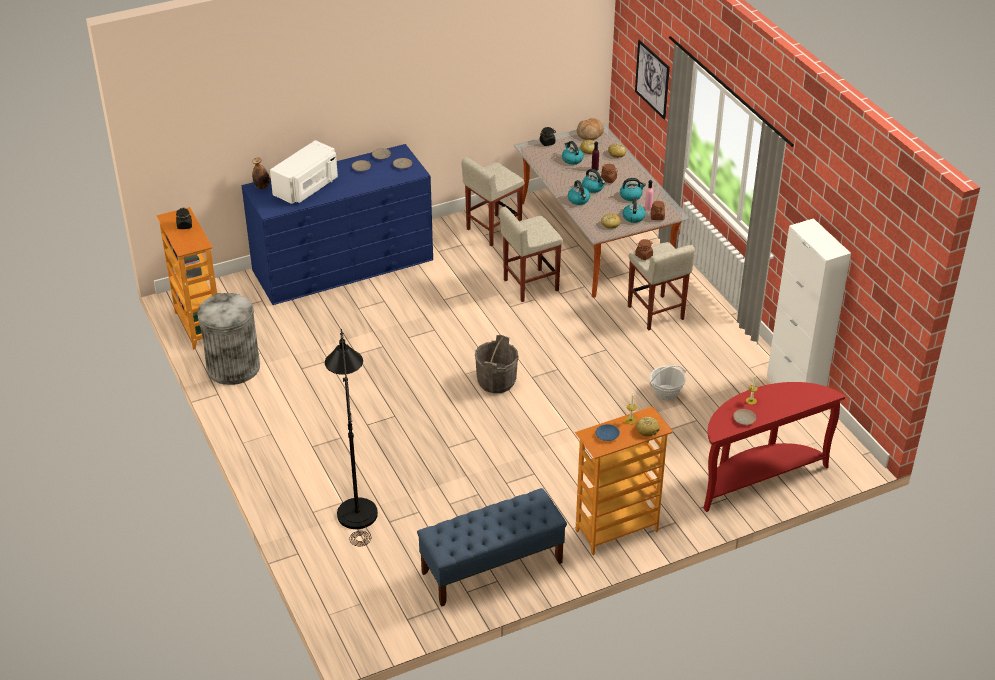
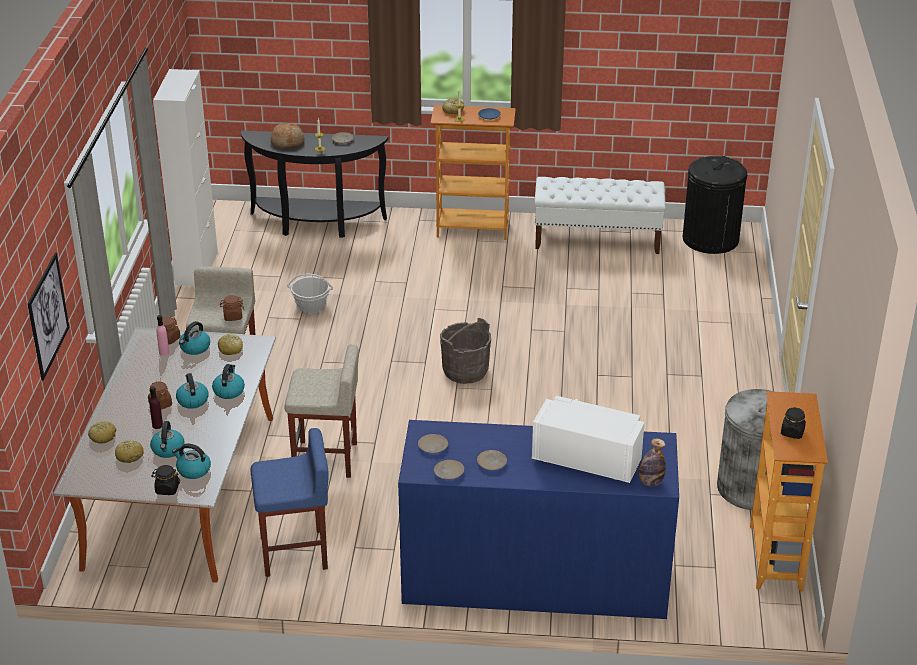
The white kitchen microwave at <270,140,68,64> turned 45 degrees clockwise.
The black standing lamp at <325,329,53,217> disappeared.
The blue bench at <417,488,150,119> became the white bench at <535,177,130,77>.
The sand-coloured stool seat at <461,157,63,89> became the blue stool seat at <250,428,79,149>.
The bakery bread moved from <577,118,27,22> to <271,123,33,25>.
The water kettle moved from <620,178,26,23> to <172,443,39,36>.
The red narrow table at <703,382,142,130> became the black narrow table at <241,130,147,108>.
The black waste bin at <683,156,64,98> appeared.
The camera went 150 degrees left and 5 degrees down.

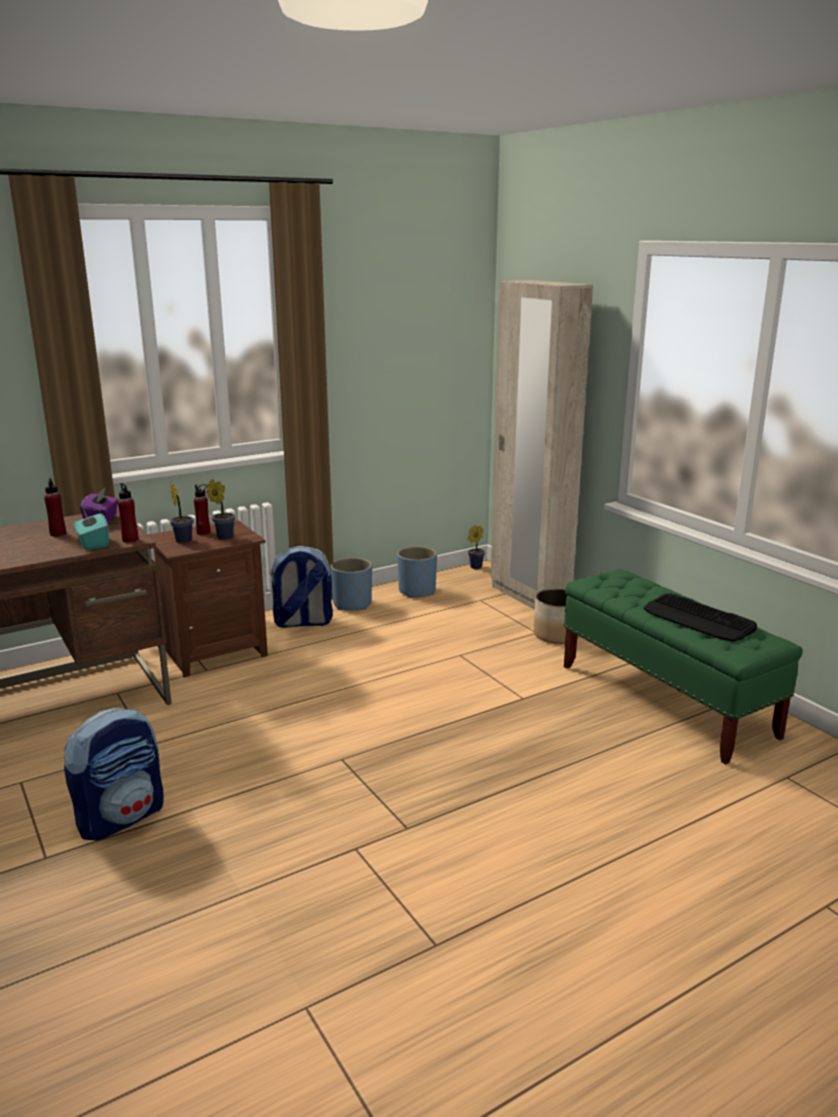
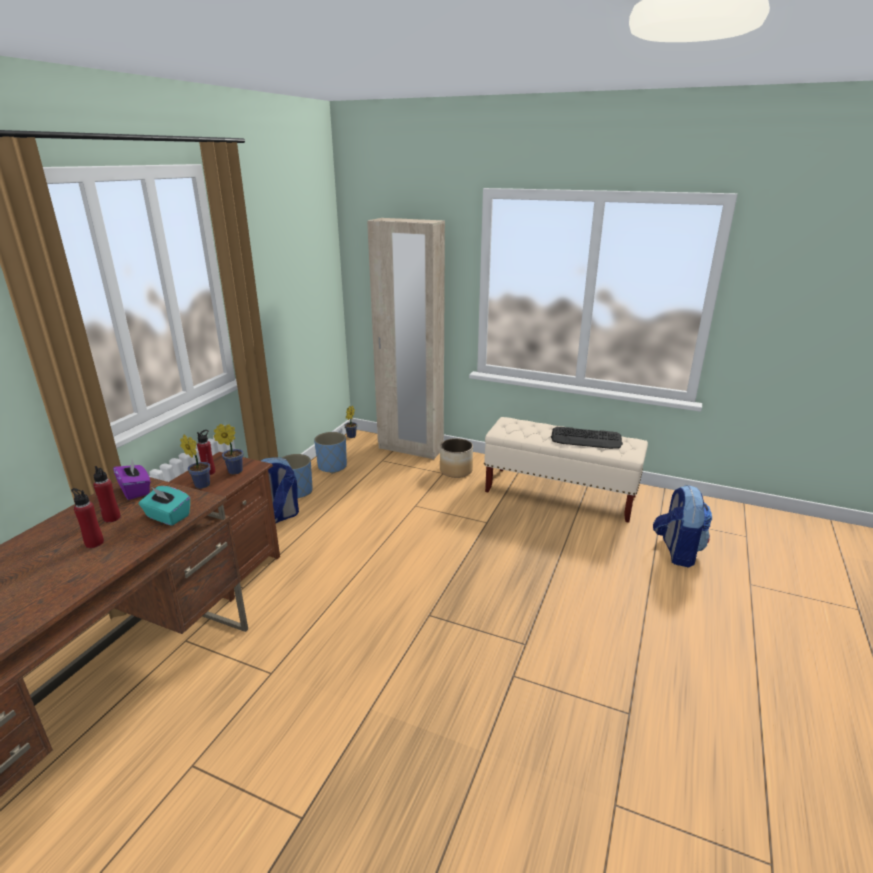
The backpack moved from <64,707,100,134> to <653,485,59,82>.
The red beverage bottle moved from <118,483,21,60> to <71,488,33,60>.
The green-coloured bench at <564,569,239,196> became the sand-coloured bench at <484,417,164,106>.
The camera went 35 degrees left and 5 degrees up.

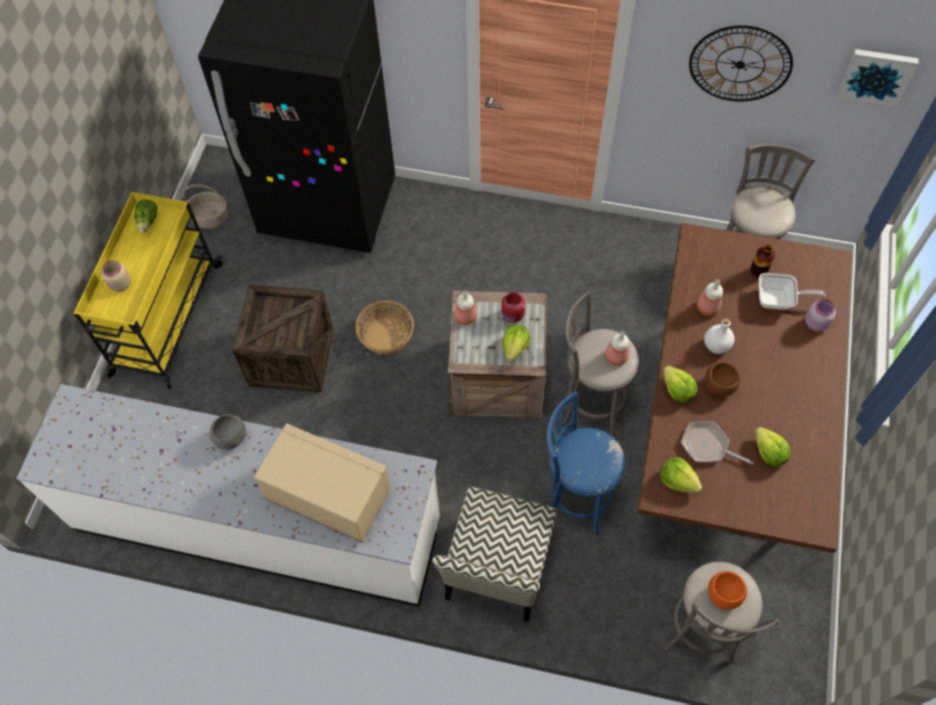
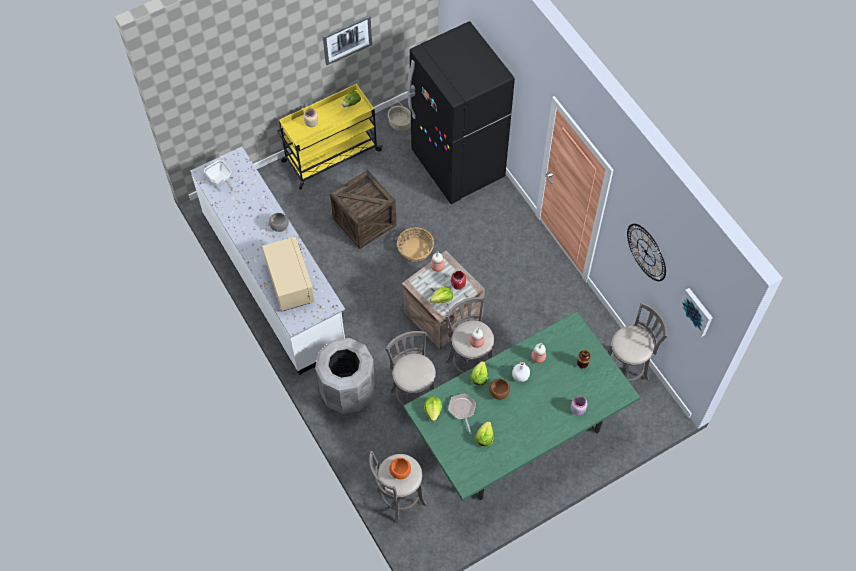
The upright chair at <432,486,125,136> was replaced by the grey waste bin at <315,338,60,76>.
The blue stool seat at <546,391,79,145> became the grey stool seat at <385,331,51,89>.
The brown-coloured kitchen table at <637,223,215,330> became the green-coloured kitchen table at <403,311,237,190>.
The skillet moved from <759,273,67,37> to <204,160,29,31>.
The picture at <323,15,49,50> appeared.
The camera went 45 degrees right and 0 degrees up.

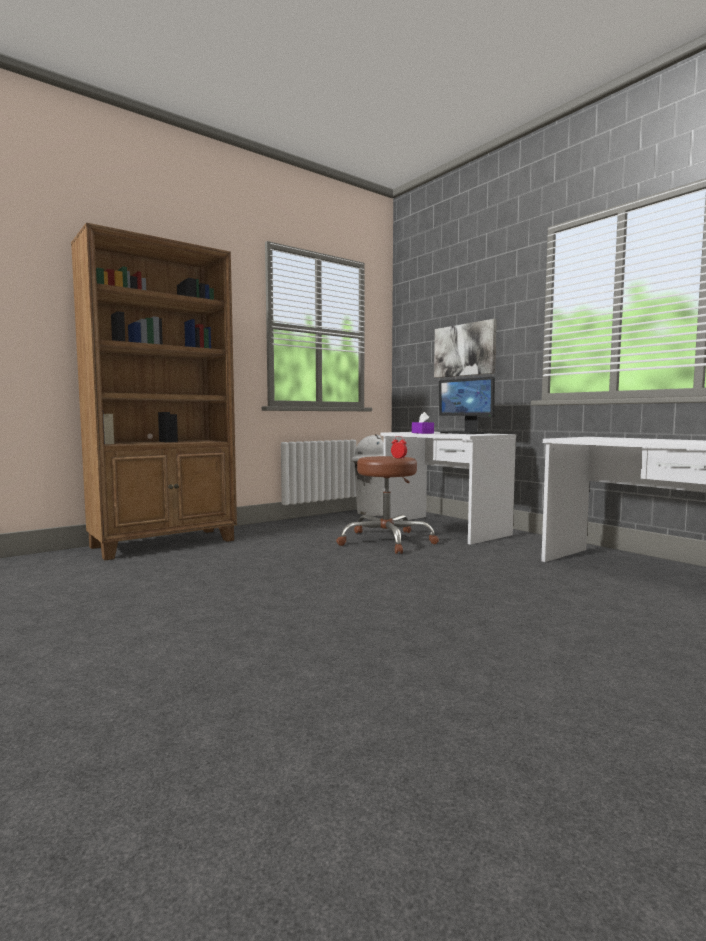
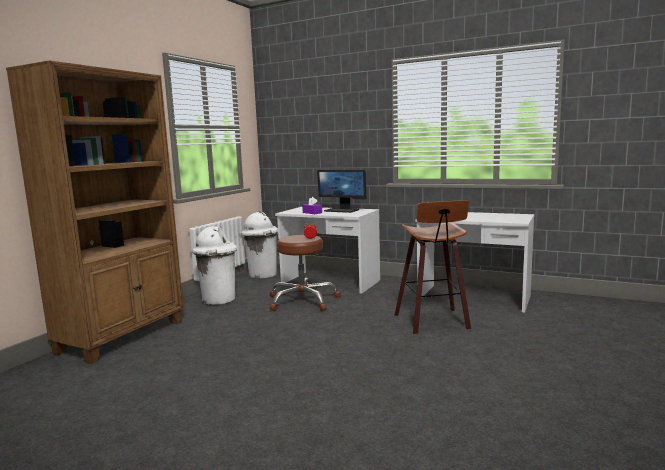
The picture at <434,319,63,59> disappeared.
The white waste bin at <192,225,45,80> appeared.
The stool seat at <395,200,76,134> appeared.
The camera went 25 degrees left and 5 degrees up.

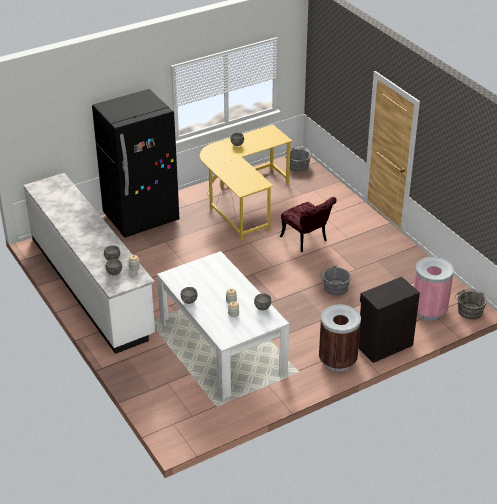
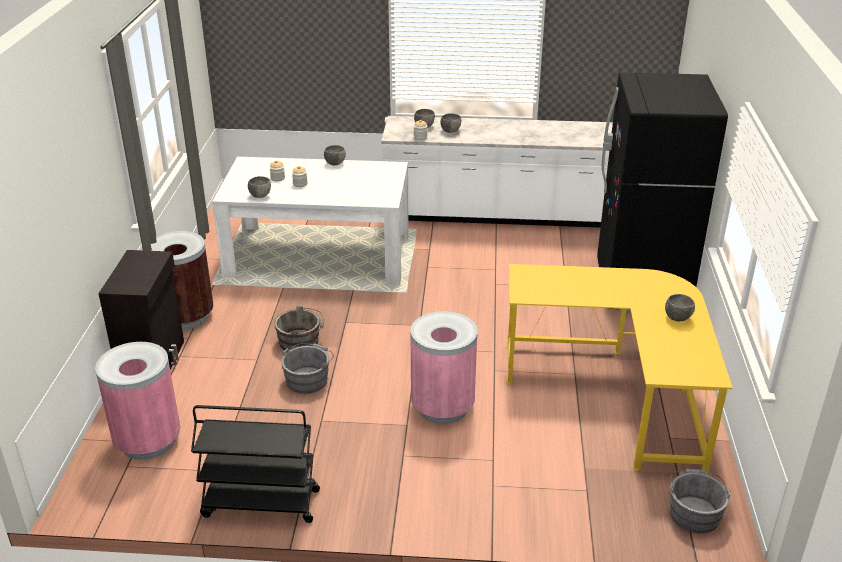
The red upright chair at <280,197,57,55> was replaced by the pinkish waste bin at <410,311,68,113>.
The grey bucket moved from <455,289,32,30> to <274,306,50,44>.
The black trolley at <191,405,129,118> appeared.
The camera went 125 degrees right and 5 degrees down.

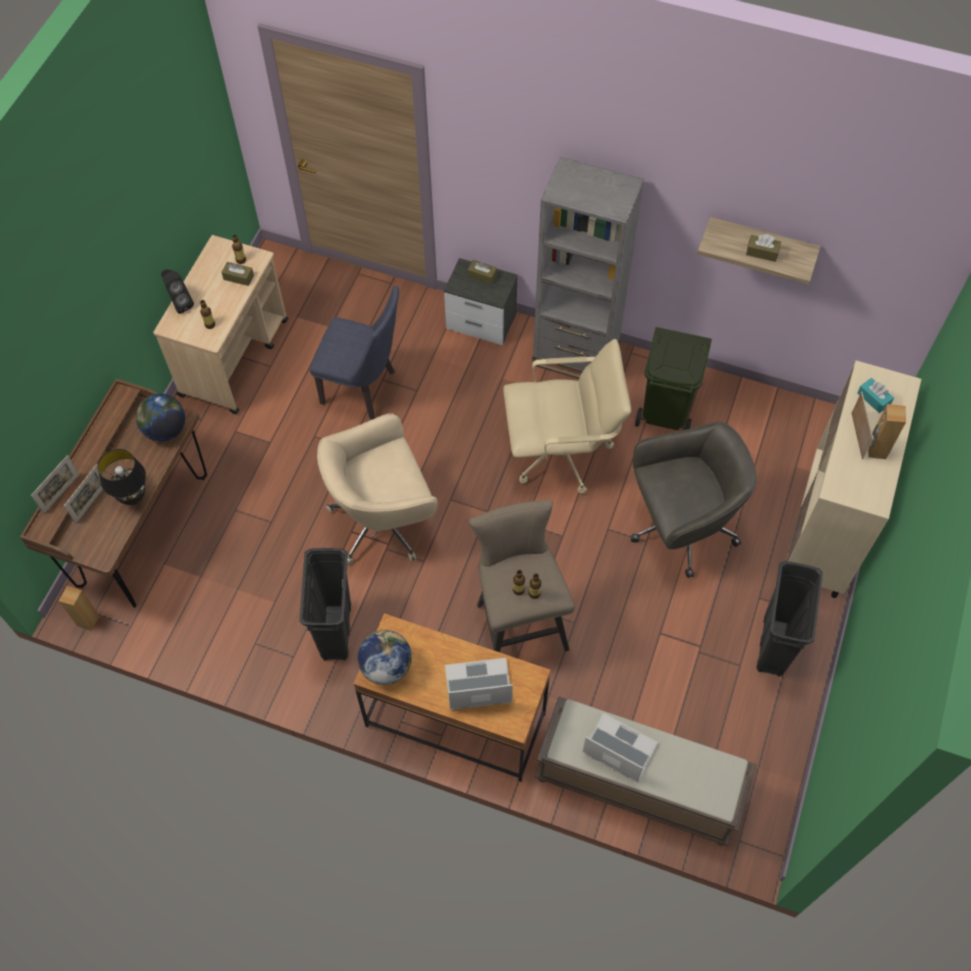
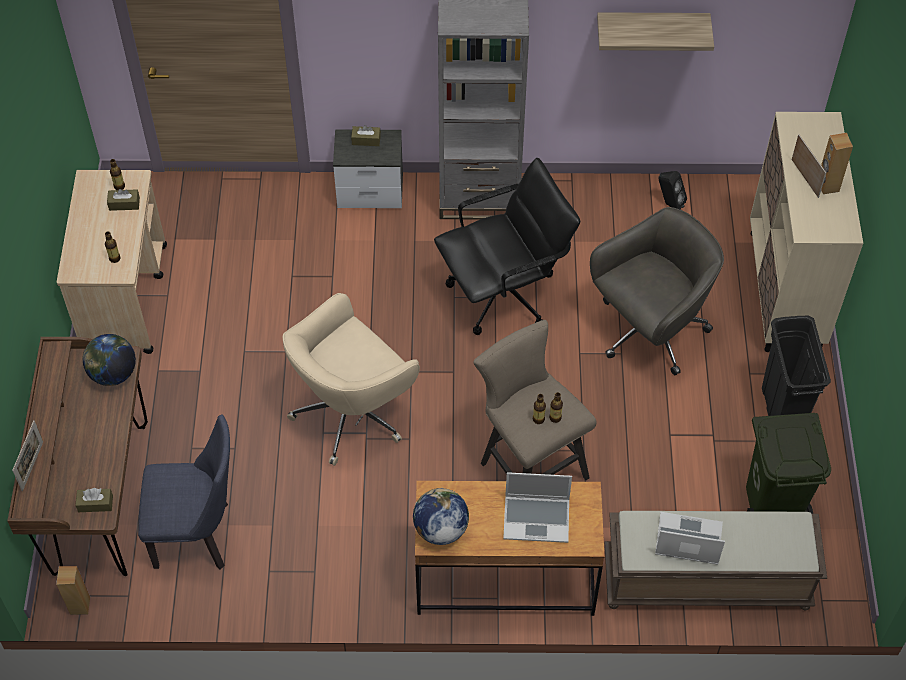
The photo frame at <64,464,40,60> disappeared.
The black tabletop lamp at <98,449,48,56> disappeared.
The black loudspeaker moved from <161,269,33,45> to <659,171,28,38>.
The black waste bin at <299,548,52,112> disappeared.
The blue upright chair moved from <310,286,89,134> to <138,414,92,156>.
The portable computer at <445,658,68,52> turned 150 degrees counterclockwise.
The sand-coloured office chair at <503,339,128,155> became the black office chair at <434,158,146,177>.
The green-coloured waste bin moved from <635,327,77,103> to <746,413,85,101>.
The brown-coloured tissue holder moved from <746,234,35,28> to <75,488,38,24>.
The blue-green tissue holder at <857,378,37,35> disappeared.
The camera went 20 degrees left and 5 degrees down.

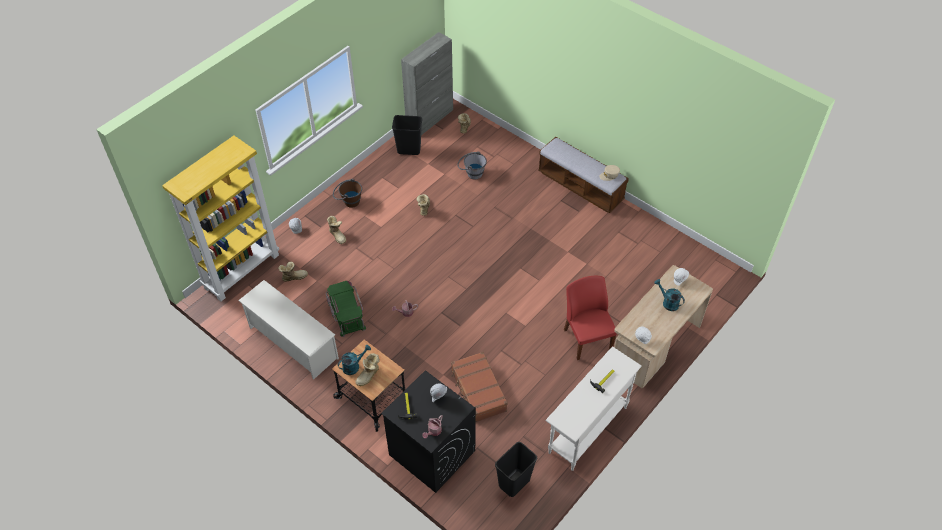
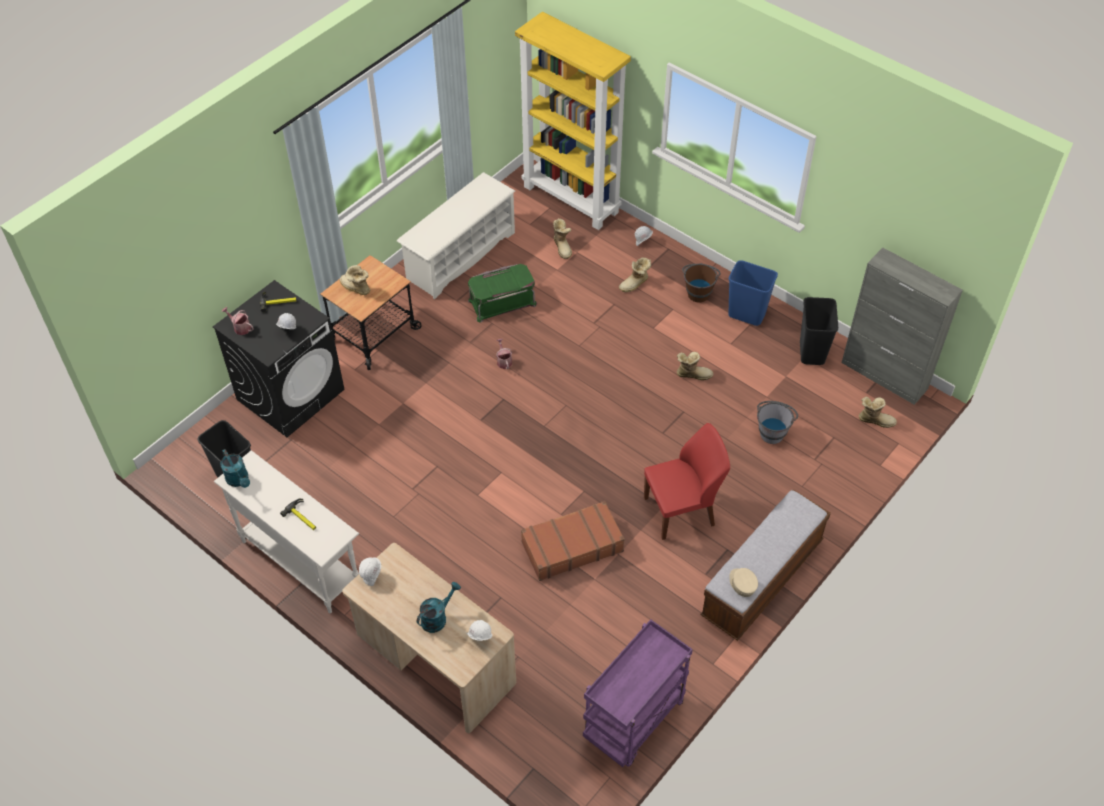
The blue-green sprinkling can moved from <338,345,33,30> to <220,449,30,39>.
The brown-coloured suitcase moved from <451,352,57,70> to <521,501,104,80>.
The red upright chair moved from <564,275,53,85> to <644,423,86,117>.
The purple-coloured trolley at <583,619,110,148> appeared.
The blue waste bin at <728,260,50,66> appeared.
The camera went 90 degrees right and 0 degrees up.

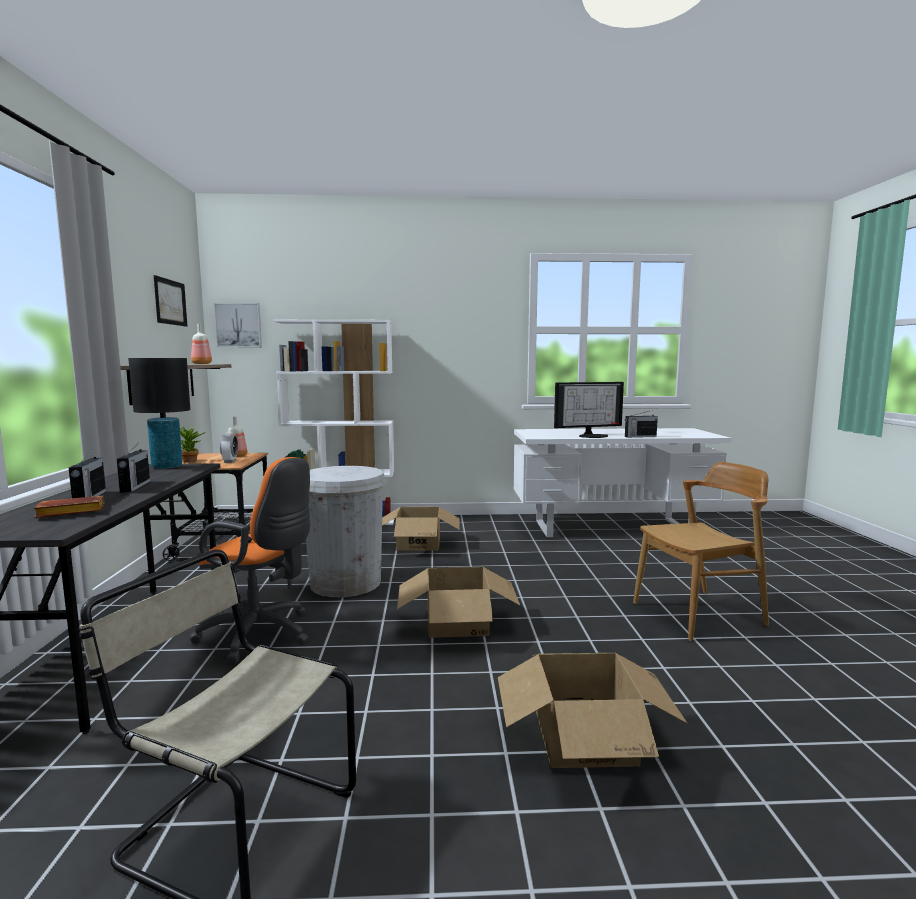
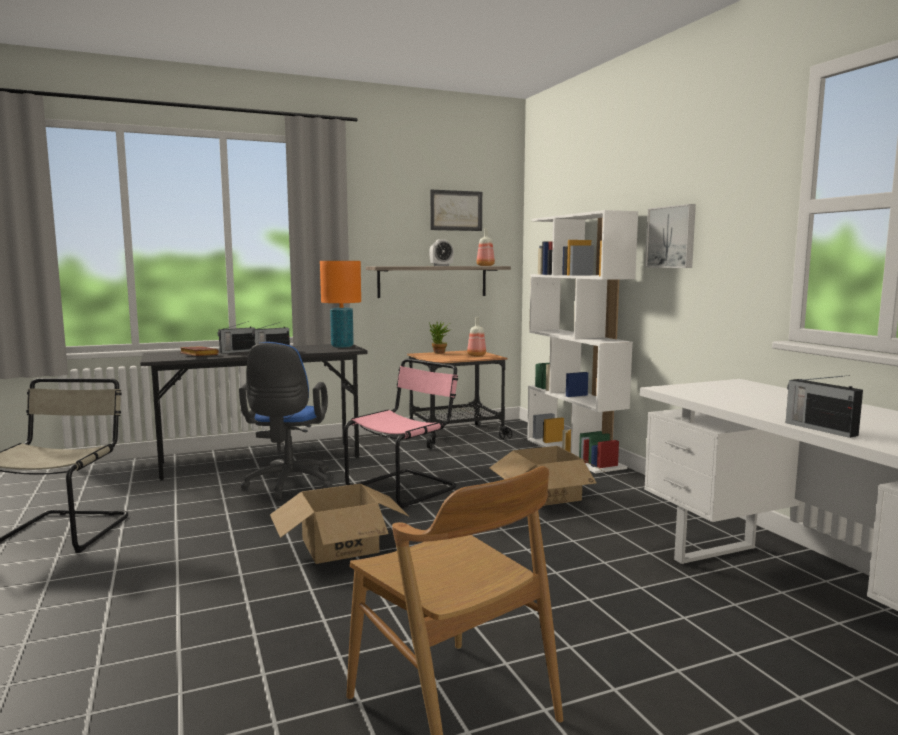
The black tabletop lamp at <128,358,62,111> became the orange tabletop lamp at <320,261,41,87>.
The orange office chair at <190,457,120,206> became the blue office chair at <239,342,94,158>.
The picture moved from <214,303,48,44> to <645,204,51,64>.
The table clock moved from <220,433,18,30> to <429,239,25,27>.
The white waste bin at <306,466,80,131> was replaced by the pinkish upright chair at <344,358,114,150>.
The carton at <498,653,190,115> disappeared.
The monitor at <554,382,70,56> disappeared.
The camera went 70 degrees right and 0 degrees up.

